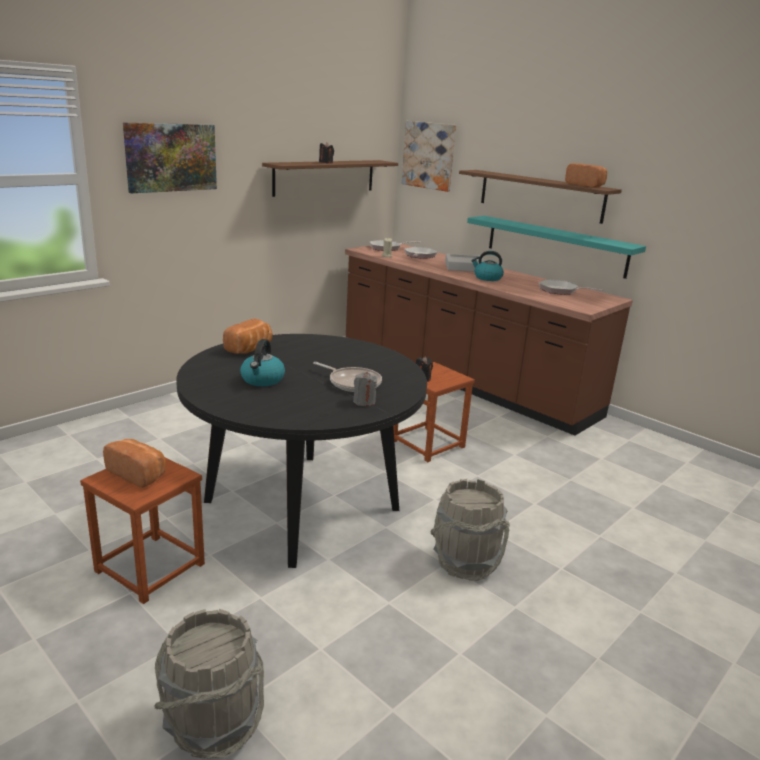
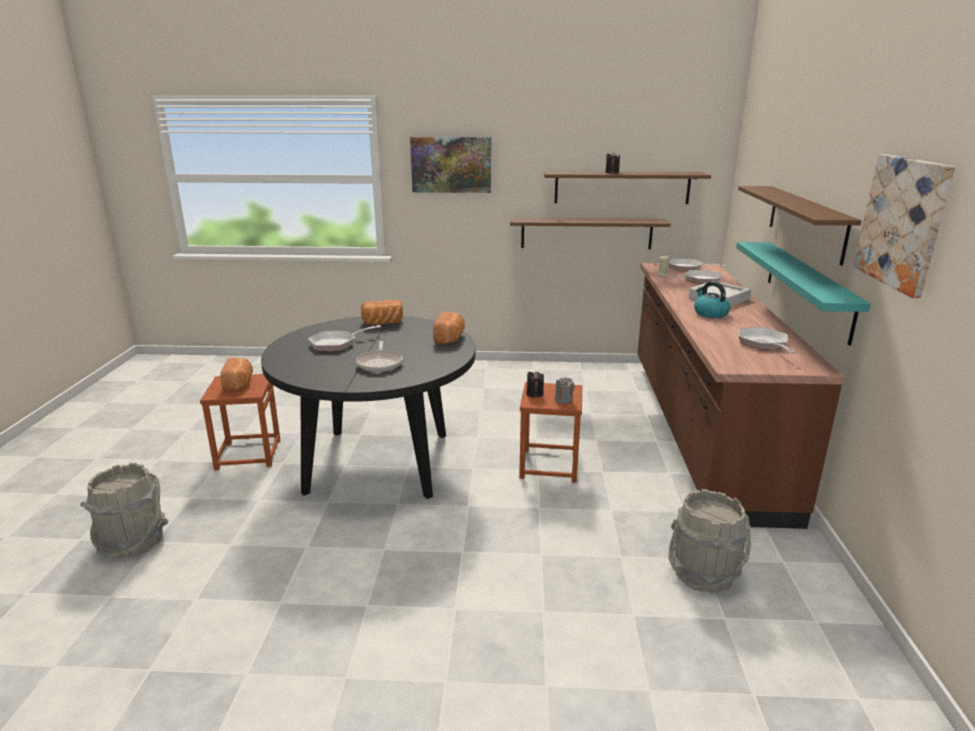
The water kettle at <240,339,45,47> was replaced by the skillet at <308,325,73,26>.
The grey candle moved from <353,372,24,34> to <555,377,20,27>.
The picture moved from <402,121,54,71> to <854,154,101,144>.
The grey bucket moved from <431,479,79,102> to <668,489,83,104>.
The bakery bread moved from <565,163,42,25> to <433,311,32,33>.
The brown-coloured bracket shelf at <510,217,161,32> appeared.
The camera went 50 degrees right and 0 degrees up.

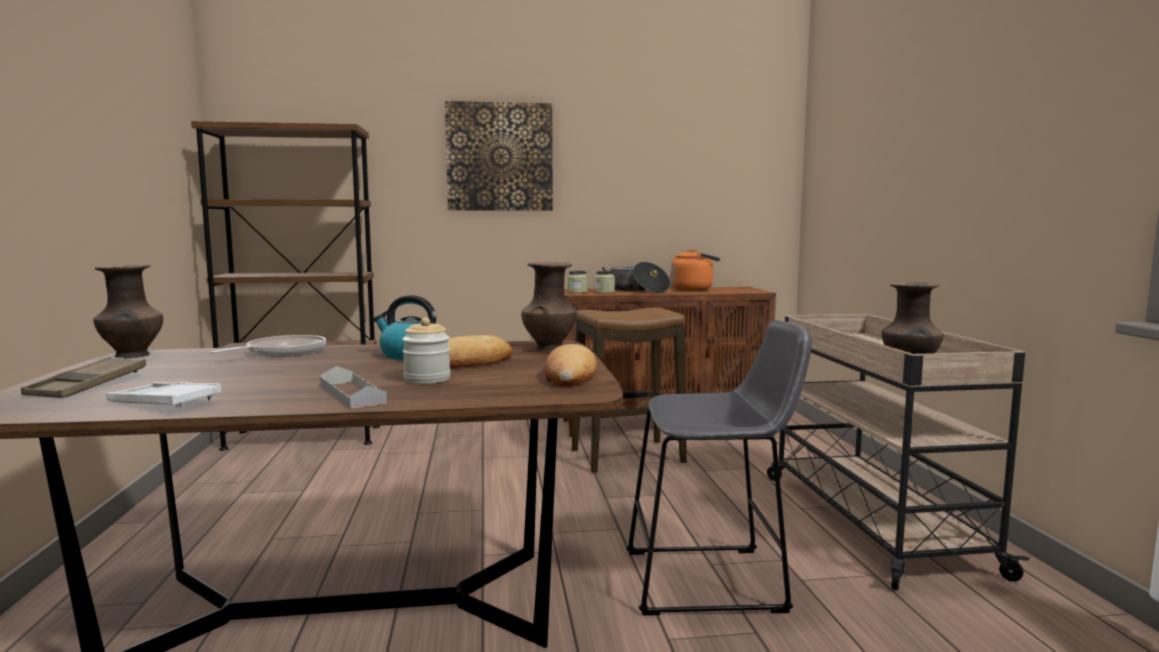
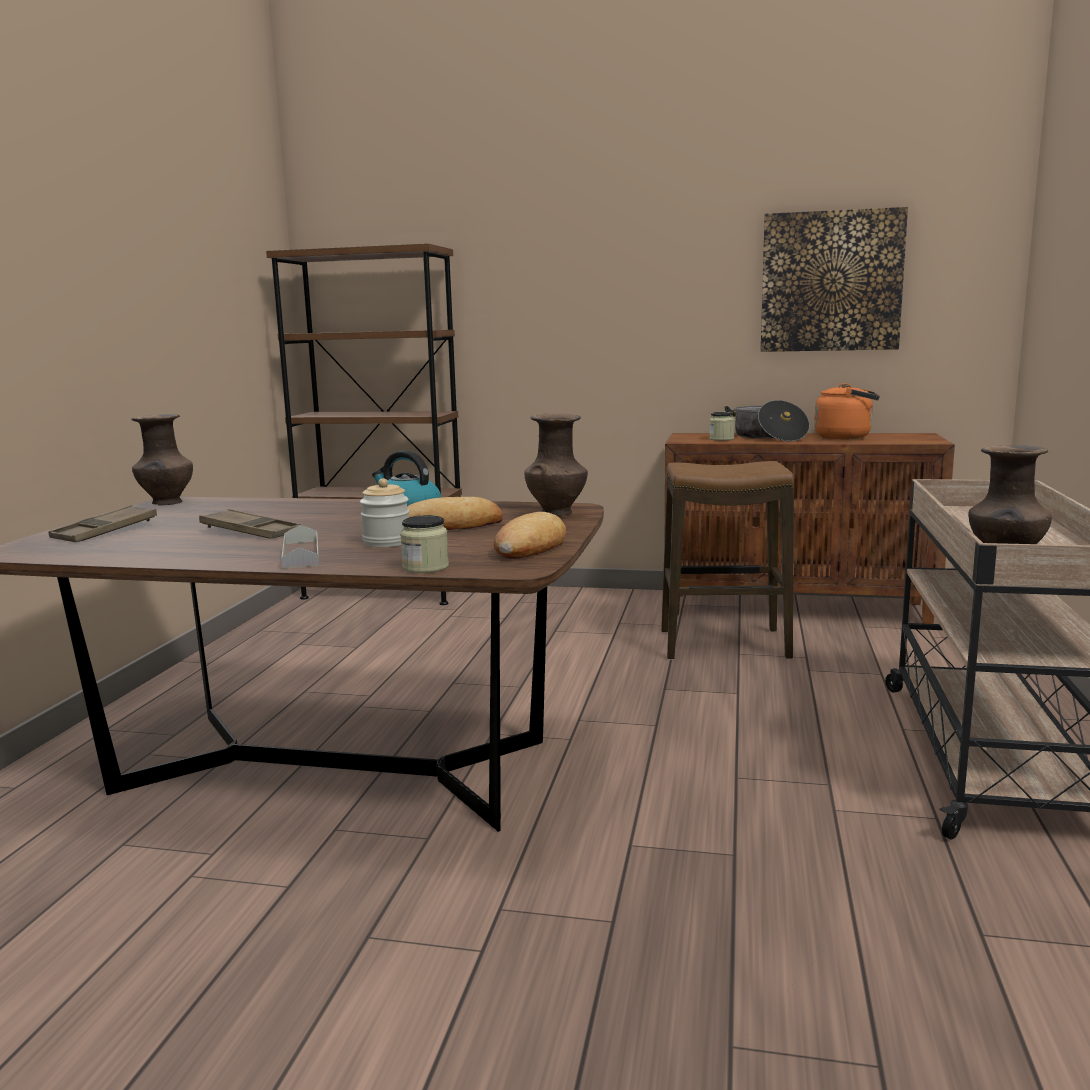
The white serving tray at <106,382,116,26> disappeared.
The skillet at <211,335,115,22> disappeared.
The picture moved from <445,101,108,110> to <760,207,148,145>.
The storage jar moved from <568,271,20,22> to <400,515,49,58>.
The grey stool seat at <626,320,186,295> disappeared.
The brown-coloured serving tray at <199,509,102,30> appeared.
The camera went 20 degrees right and 5 degrees up.

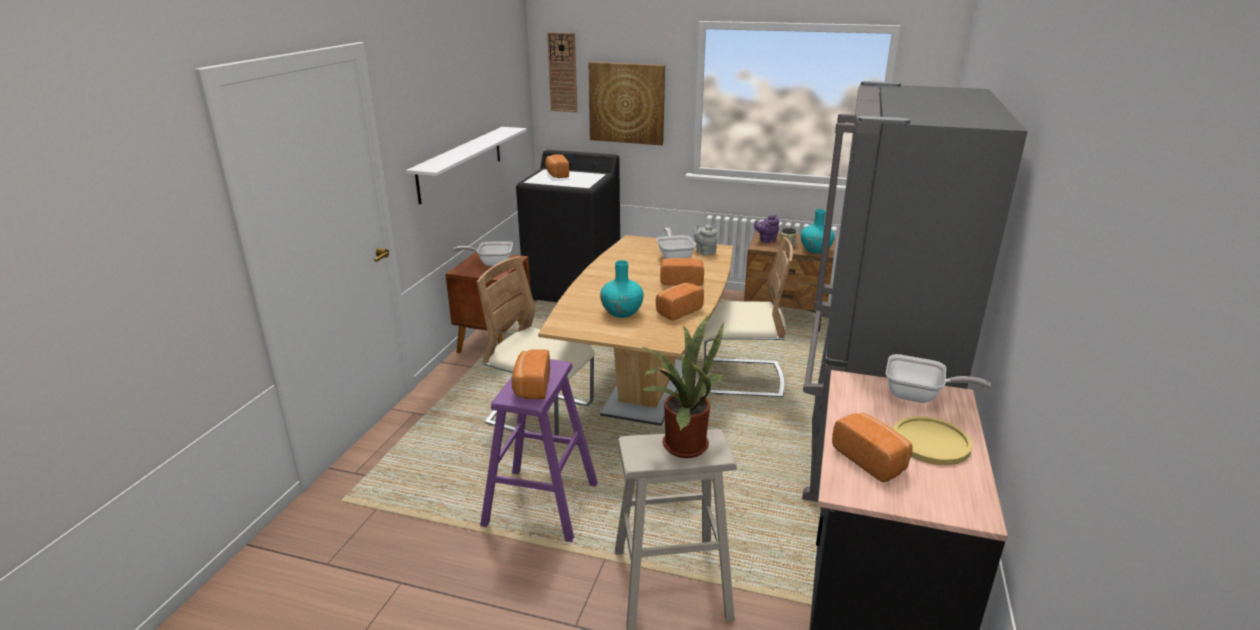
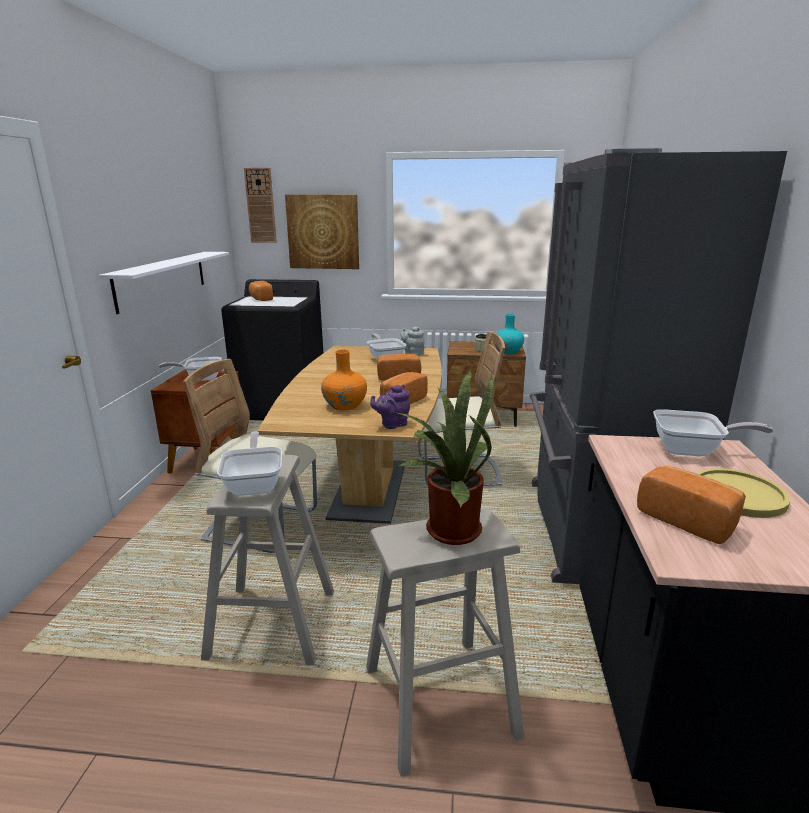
The purple-coloured stool seat at <480,359,118,183> became the sand-coloured stool seat at <201,455,133,210>.
The bakery bread at <512,349,38,50> was replaced by the skillet at <217,432,65,64>.
The blue-green decorative vase at <600,260,44,58> became the orange decorative vase at <321,350,46,60>.
The purple-coloured pot for tea moved from <754,215,26,28> to <370,385,40,44>.
The camera went 10 degrees left and 5 degrees down.

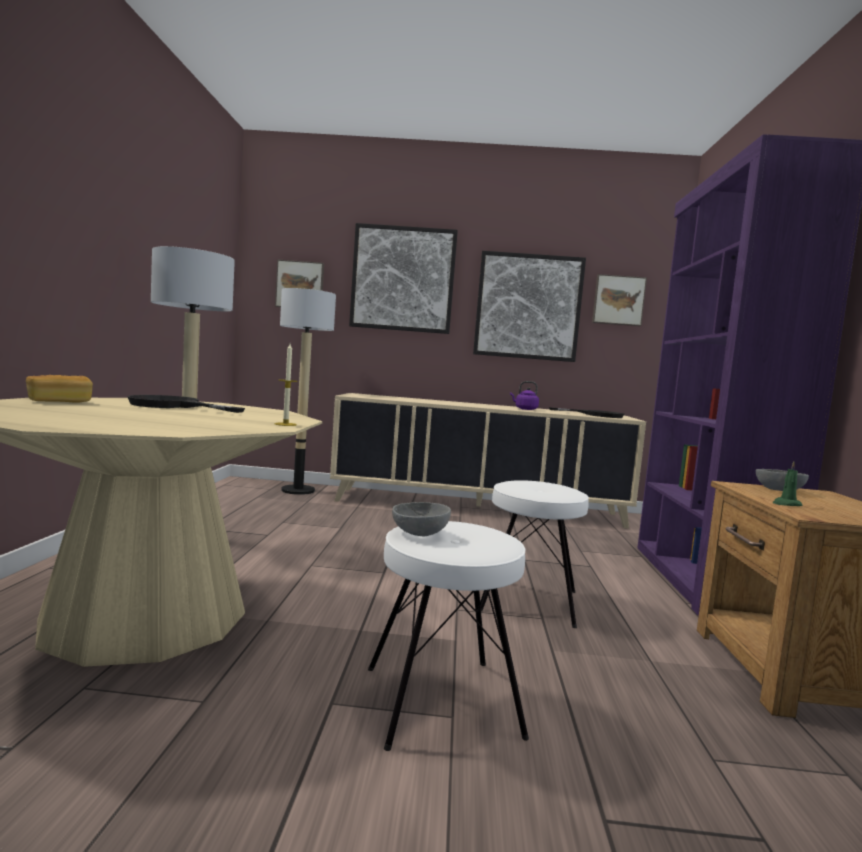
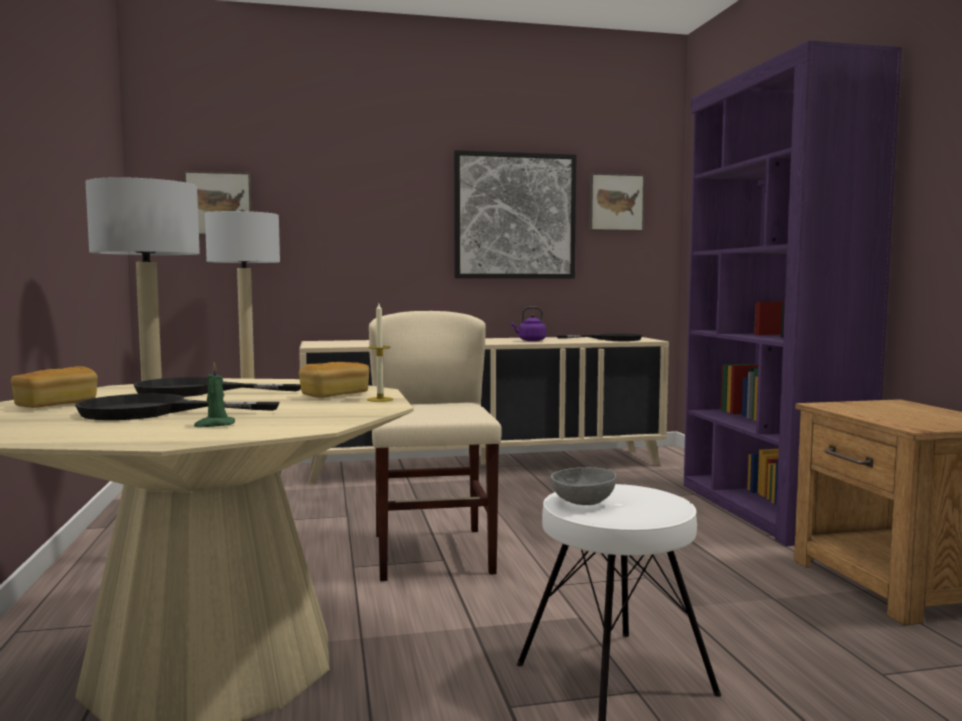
The picture at <349,223,109,111> disappeared.
The white stool seat at <481,480,108,148> disappeared.
The grey bowl at <756,469,53,22> disappeared.
The green-coloured candle moved from <772,461,31,45> to <194,362,41,65>.
The black skillet at <75,394,205,26> appeared.
The bakery bread at <299,362,70,36> appeared.
The sand-coloured upright chair at <369,311,133,270> appeared.
The camera went 15 degrees left and 0 degrees up.

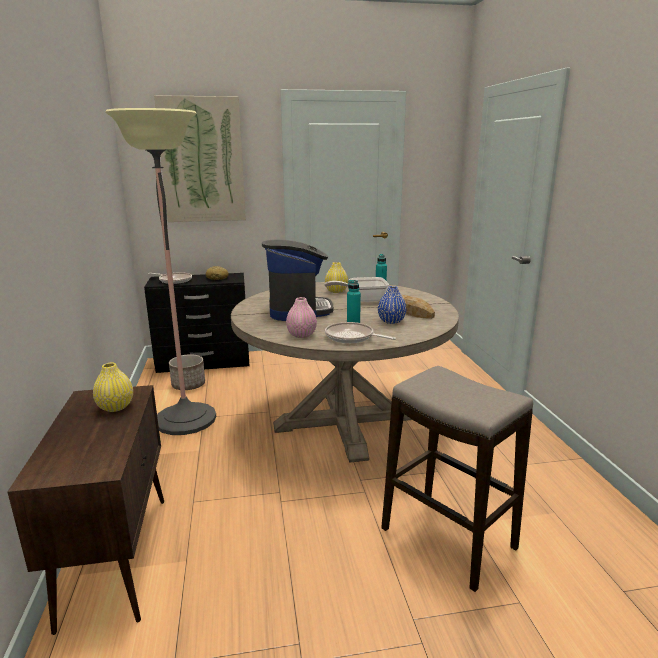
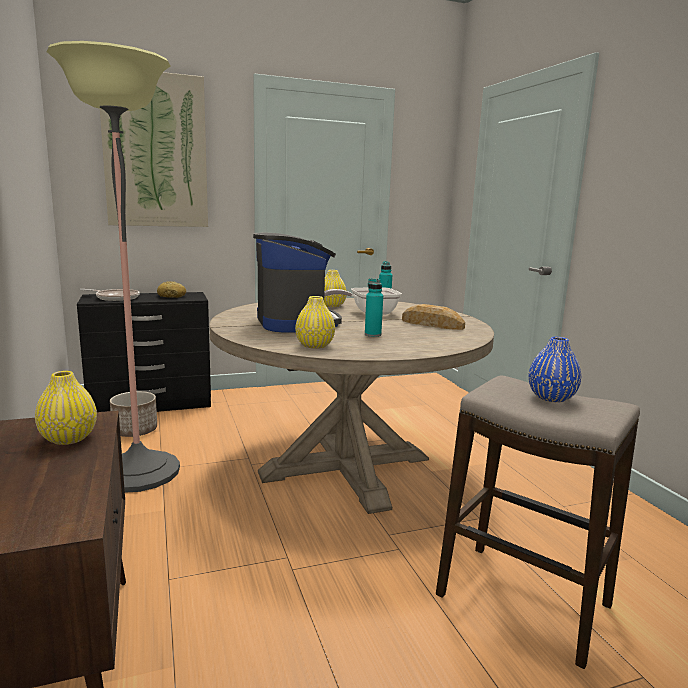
The pinkish decorative vase at <286,297,31,41> became the yellow decorative vase at <295,296,40,53>.
The skillet at <325,322,71,21> disappeared.
The blue decorative vase moved from <378,286,28,38> to <528,337,53,65>.
The camera went 10 degrees left and 5 degrees down.

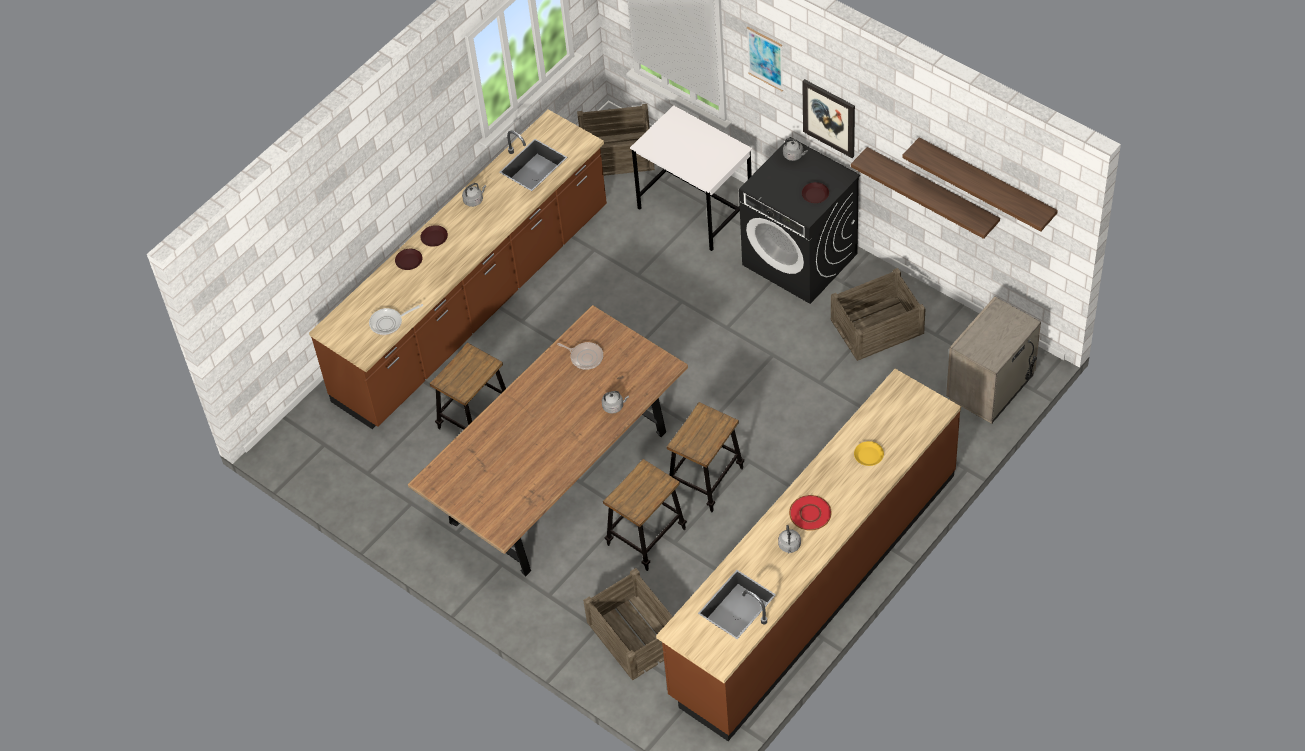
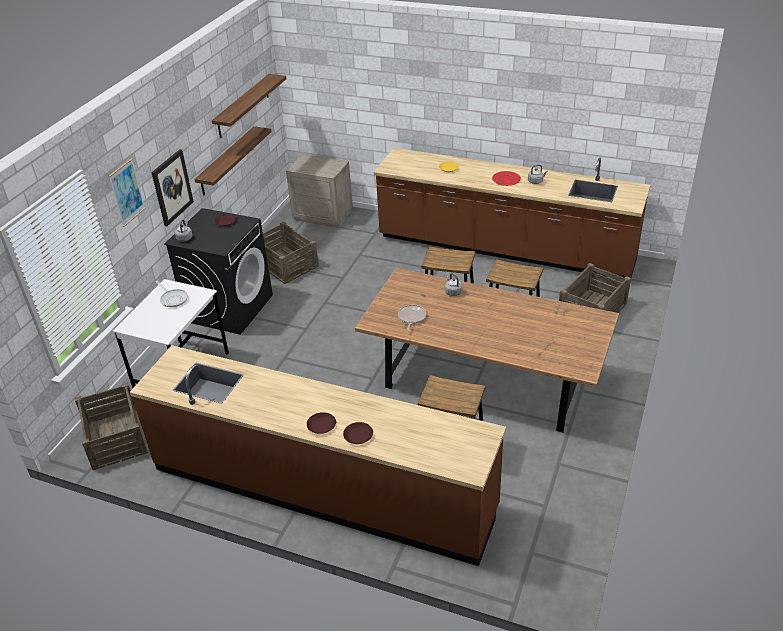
The skillet moved from <369,304,54,31> to <155,281,33,26>.
The grey water kettle at <462,183,24,24> disappeared.
The camera went 110 degrees left and 15 degrees down.

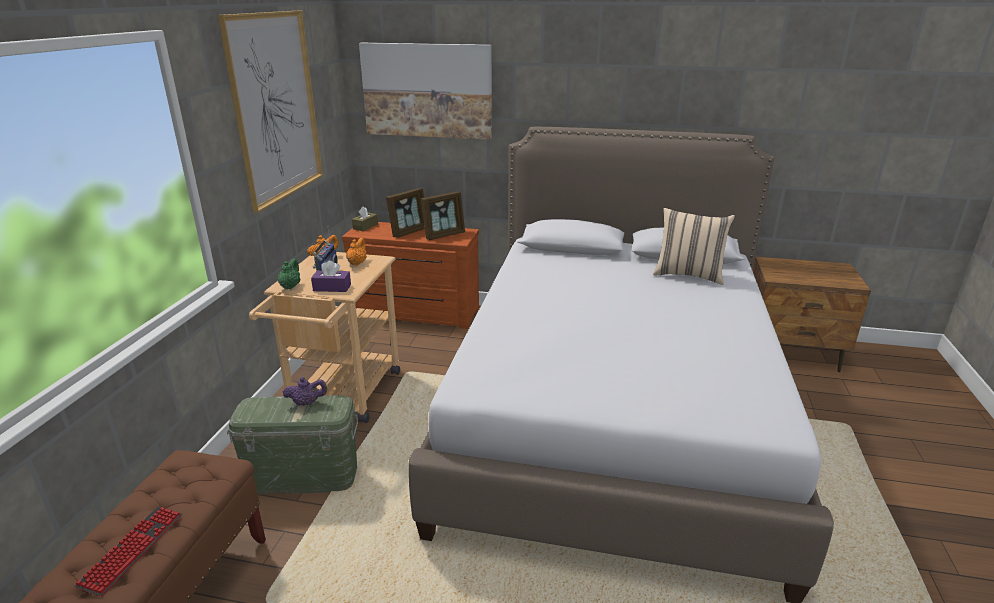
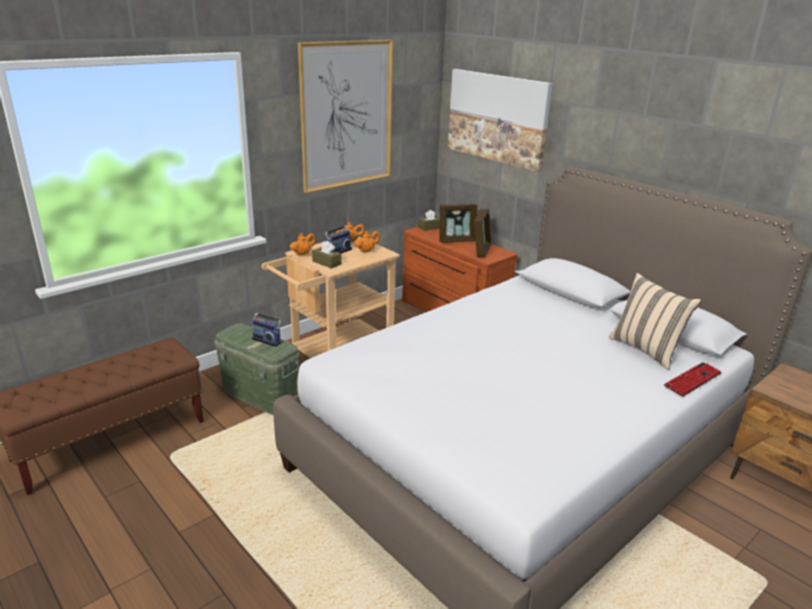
The keyboard moved from <74,506,108,91> to <664,362,57,35>.
The green-coloured pot for tea at <277,259,24,31> became the orange pot for tea at <290,233,25,23>.
The purple-coloured pot for tea at <283,377,45,29> was replaced by the radio receiver at <252,309,30,38>.
The purple-coloured tissue holder at <311,260,40,32> became the brown-coloured tissue holder at <312,241,30,28>.
The photo frame at <421,192,44,48> turned 75 degrees counterclockwise.
The camera went 35 degrees right and 0 degrees up.

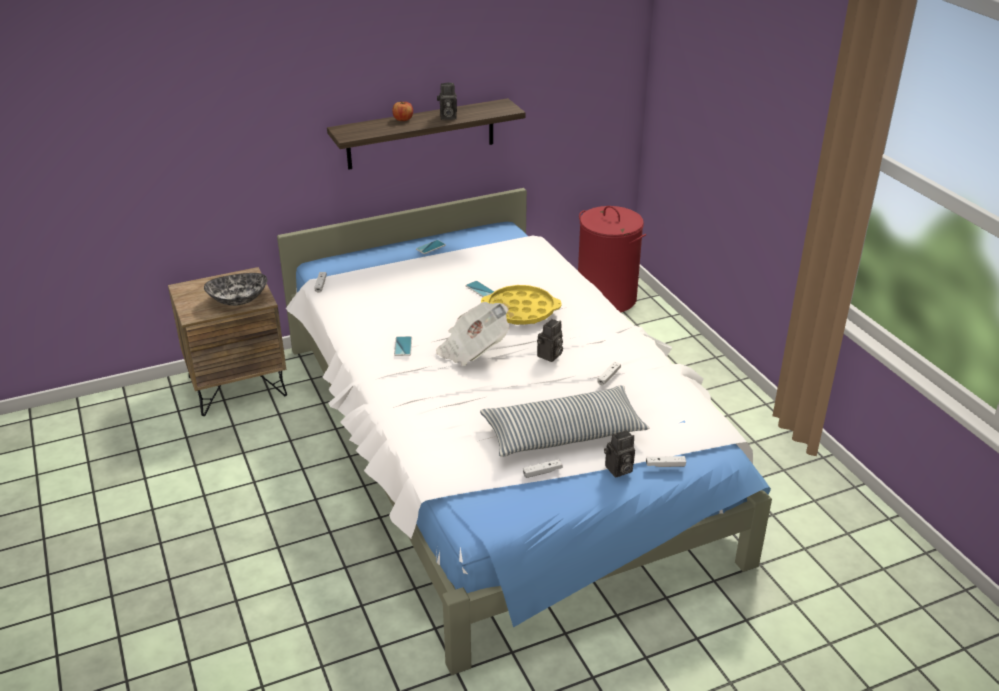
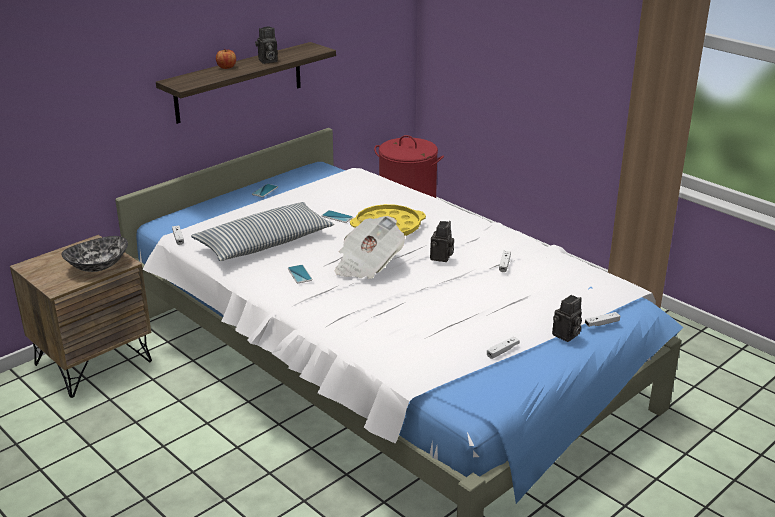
The cushion moved from <480,385,170,72> to <191,202,143,59>.
The camera went 20 degrees left and 5 degrees down.

